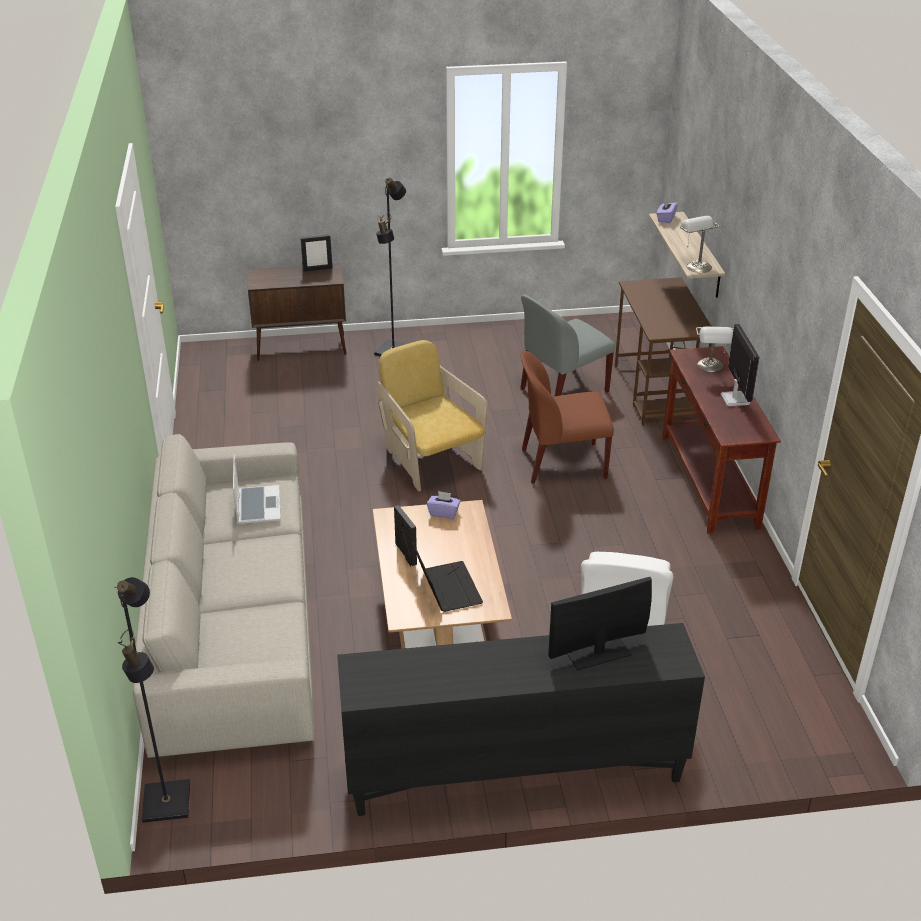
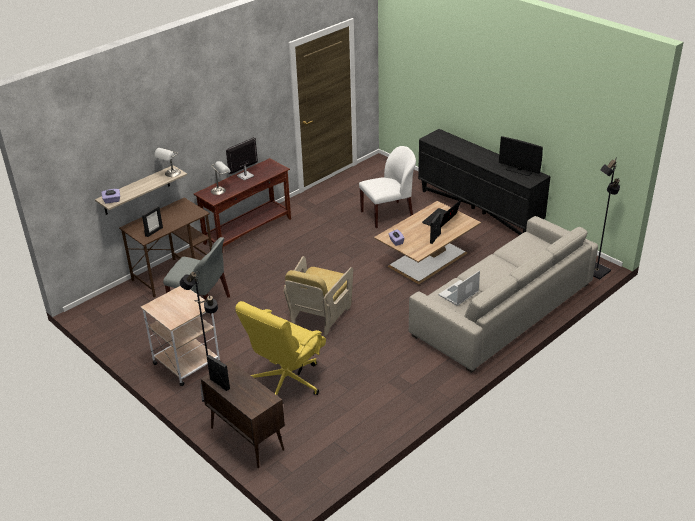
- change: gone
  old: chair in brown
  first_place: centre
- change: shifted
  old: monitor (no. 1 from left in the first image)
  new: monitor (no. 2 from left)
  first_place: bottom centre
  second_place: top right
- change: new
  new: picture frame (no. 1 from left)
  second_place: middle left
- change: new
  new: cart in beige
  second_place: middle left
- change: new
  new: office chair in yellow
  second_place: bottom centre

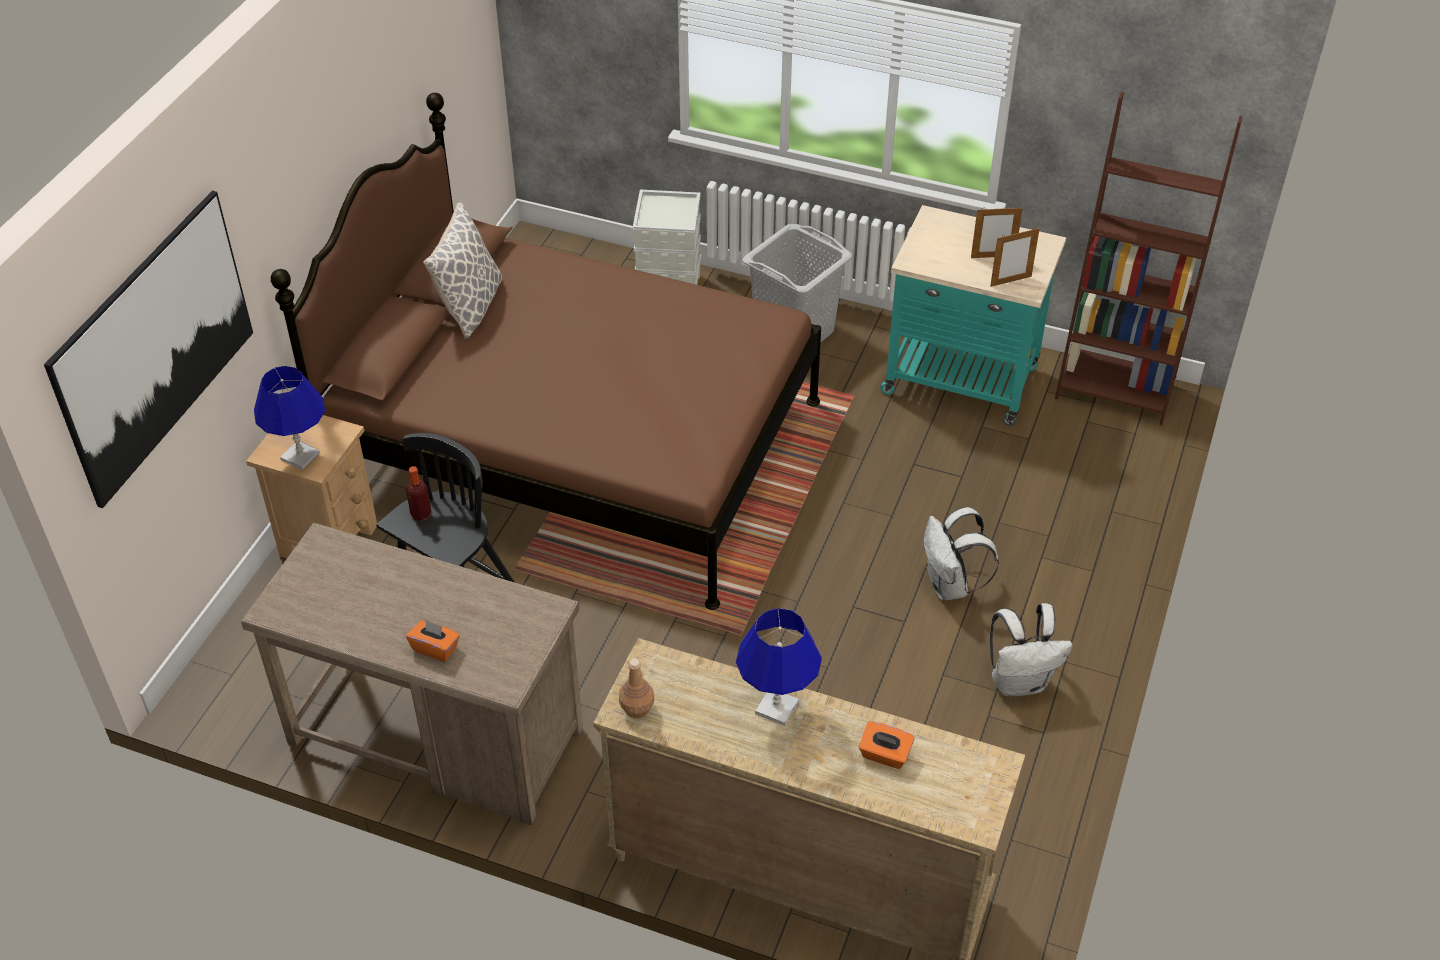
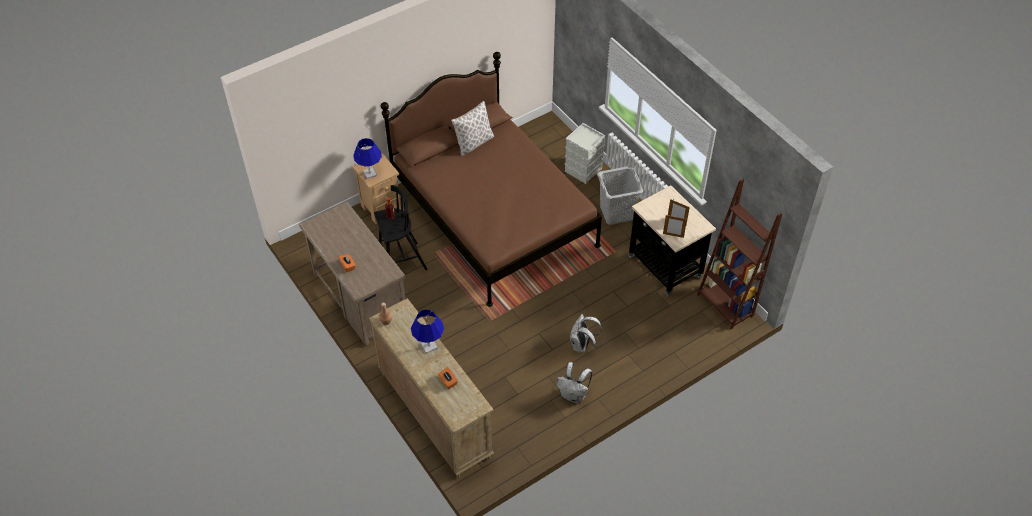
- change: gone
  old: picture
  first_place: middle left
- change: repainted
  old: cart in turquoise
  new: cart in black
  first_place: top right
  second_place: centre

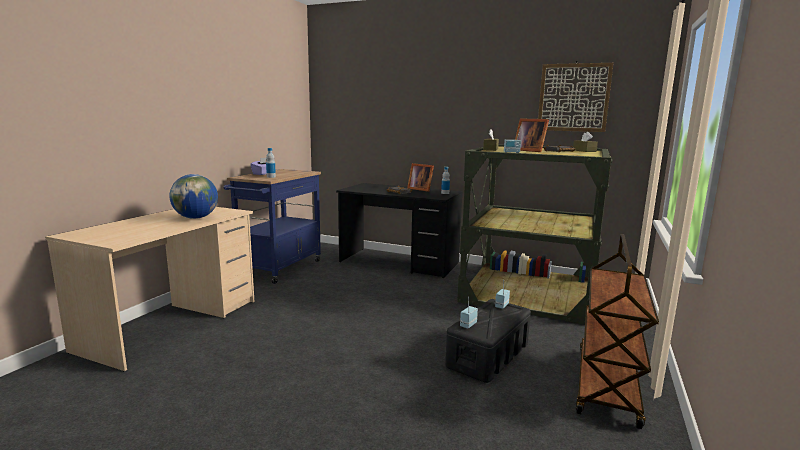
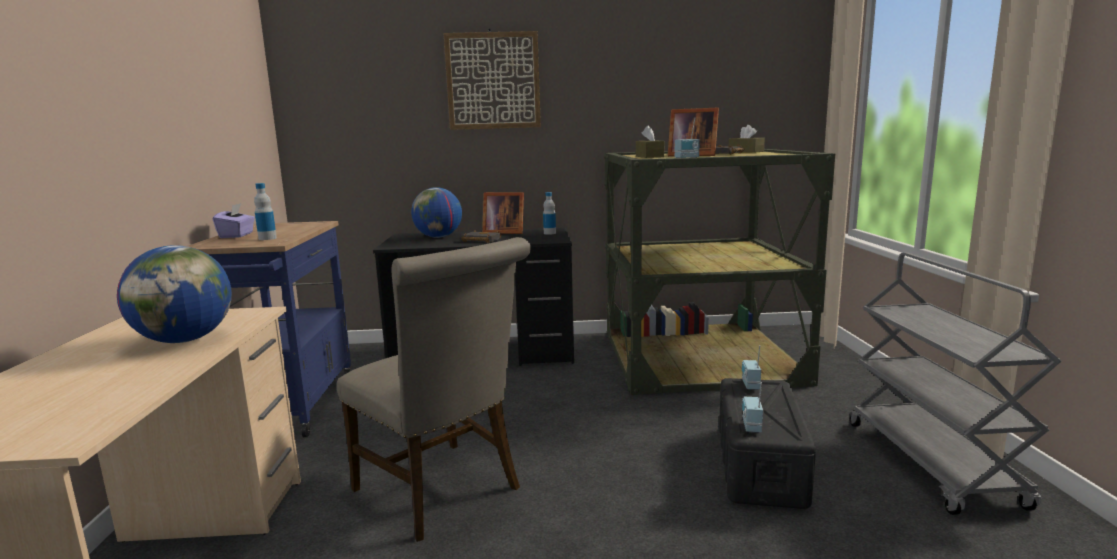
- change: shifted
  old: picture
  first_place: top right
  second_place: top centre
- change: repainted
  old: cart in brown
  new: cart in grey
  first_place: bottom right
  second_place: bottom right
- change: new
  new: globe (no. 2 from left)
  second_place: centre
- change: new
  new: chair in beige
  second_place: bottom centre

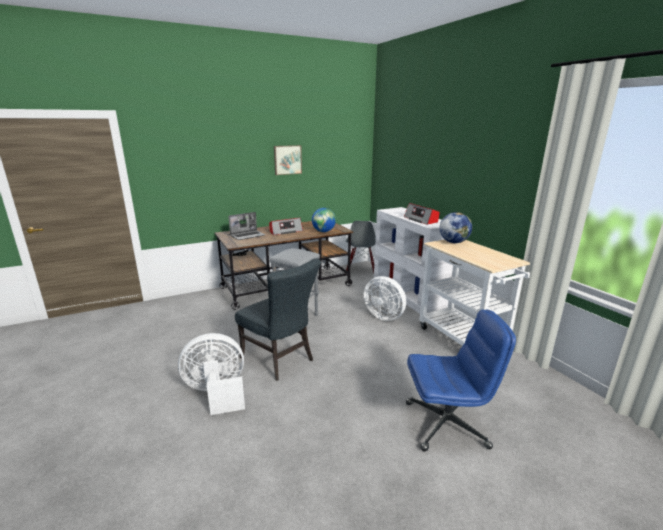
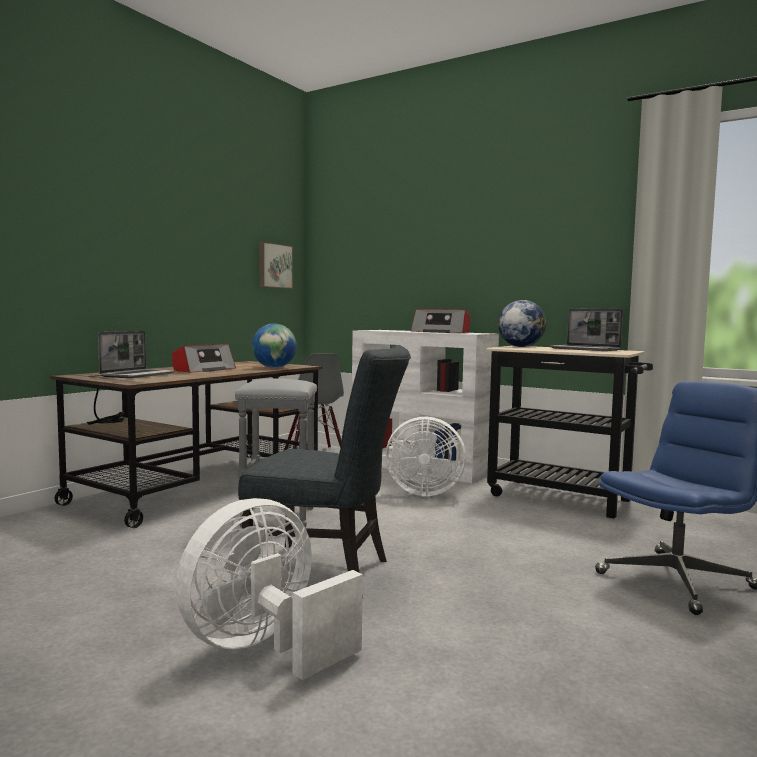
- change: shifted
  old: picture
  first_place: top centre
  second_place: centre
- change: repainted
  old: cart in white
  new: cart in black
  first_place: middle right
  second_place: middle right
- change: new
  new: laptop (no. 2 from left)
  second_place: middle right

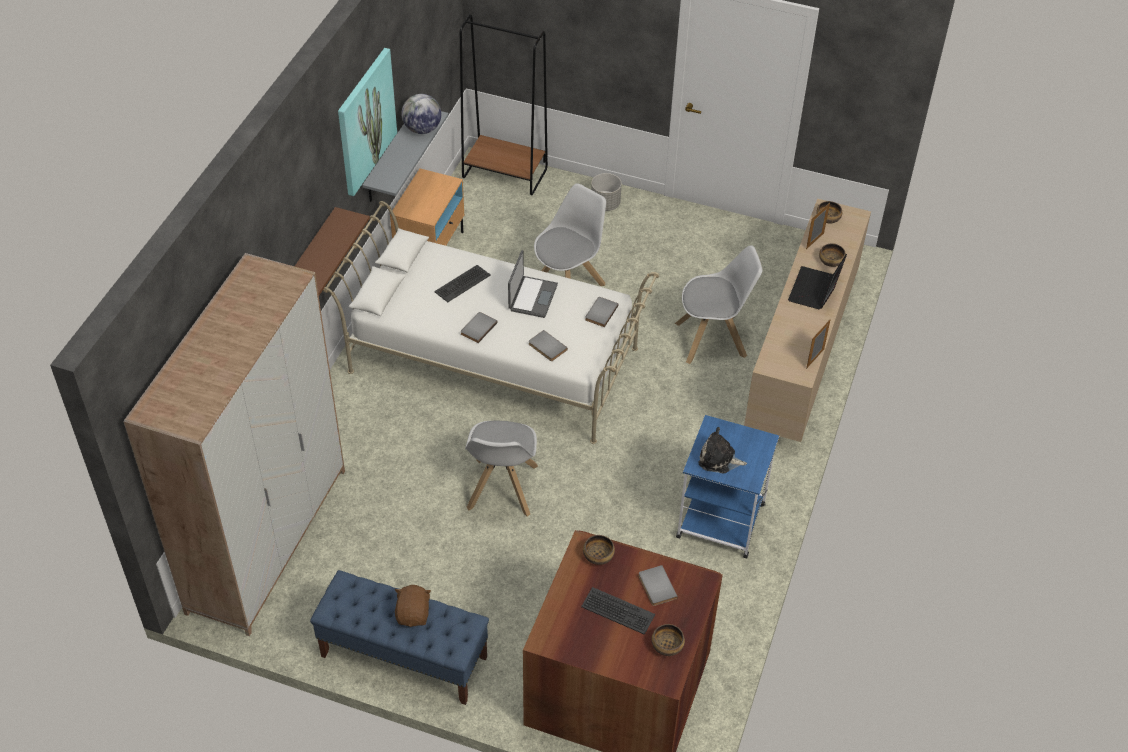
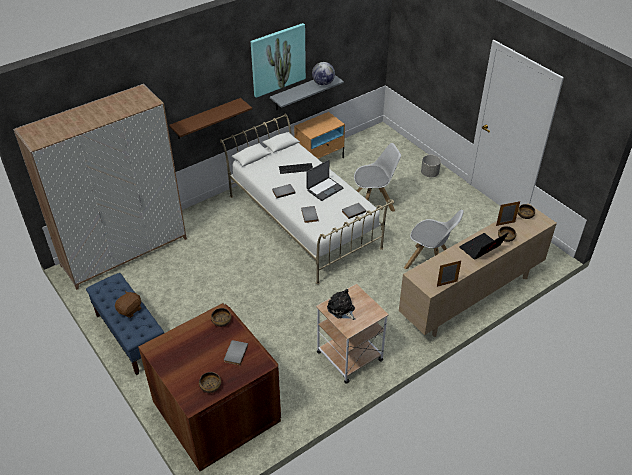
- change: gone
  old: clothes rack
  first_place: top centre
- change: repainted
  old: cart in blue
  new: cart in beige
  first_place: centre
  second_place: bottom centre
- change: gone
  old: chair (no. 1 from left)
  first_place: centre
- change: gone
  old: keyboard (no. 2 from left)
  first_place: bottom centre

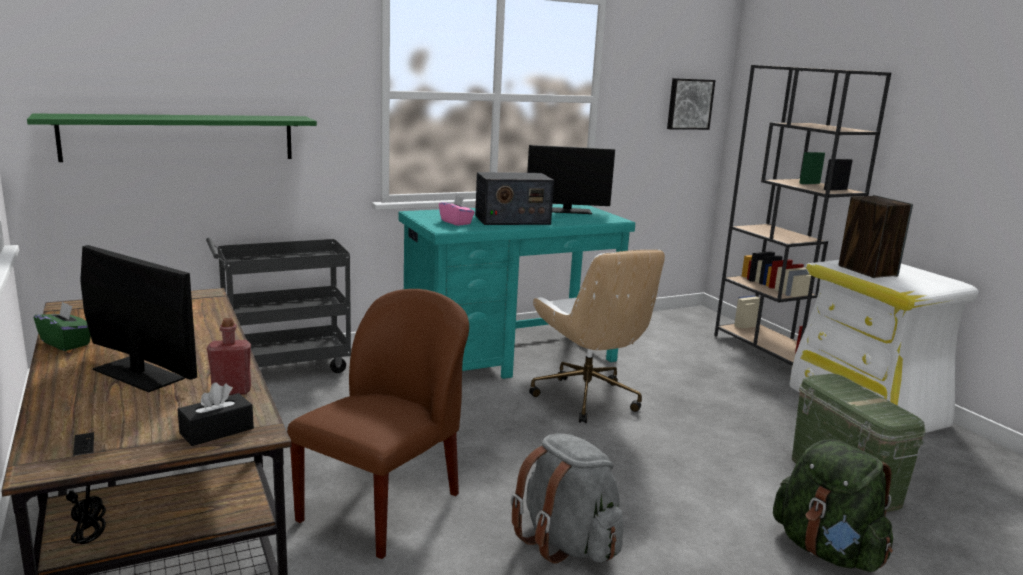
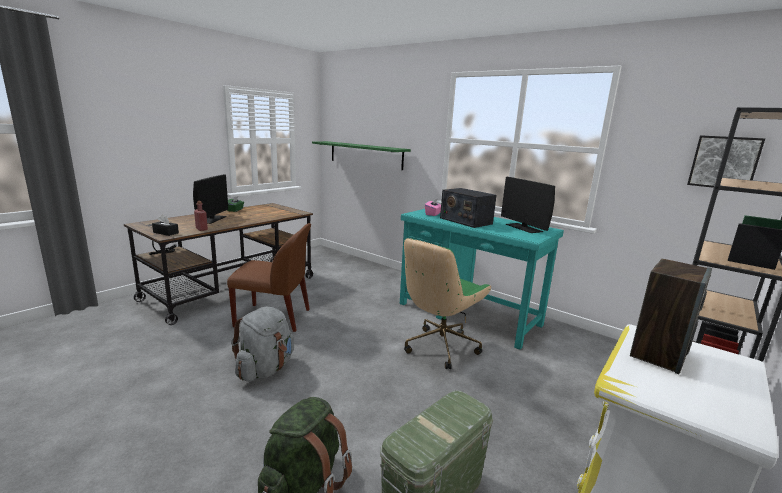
- change: gone
  old: cart in grey
  first_place: middle left
- change: repainted
  old: office chair in white
  new: office chair in green
  first_place: centre
  second_place: centre

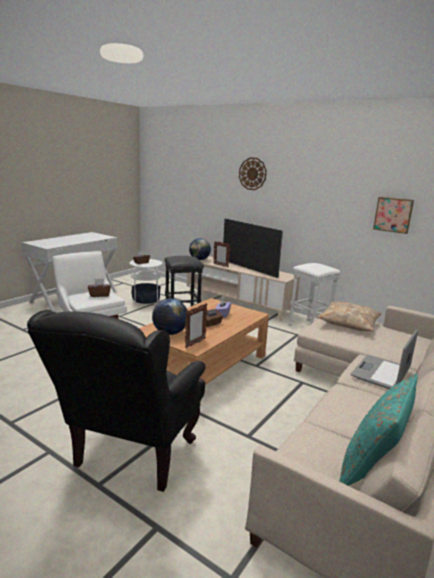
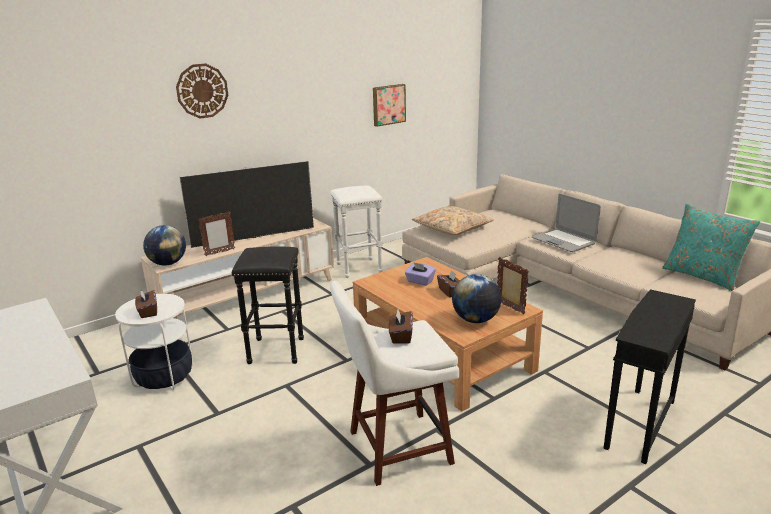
- change: swapped
  old: armchair in black
  new: side table in black
  first_place: bottom left
  second_place: bottom right

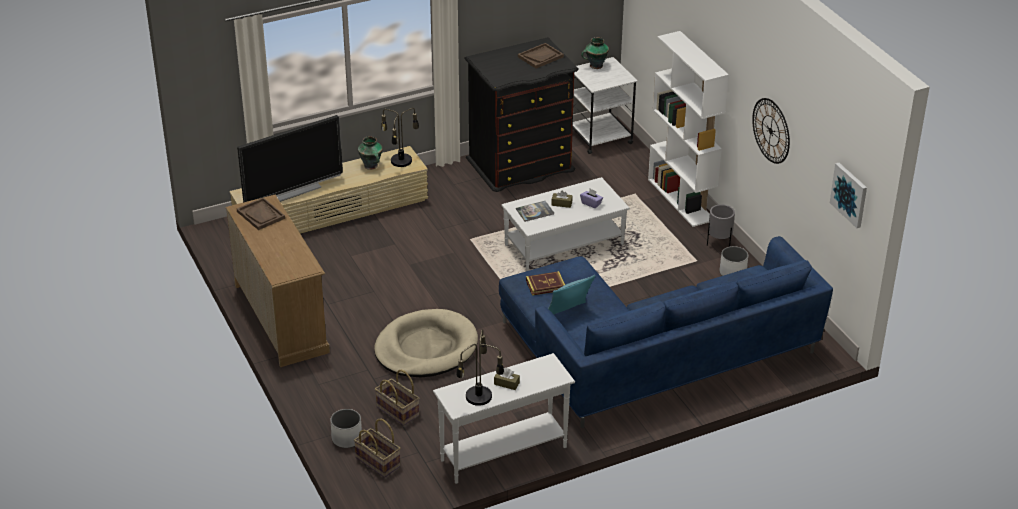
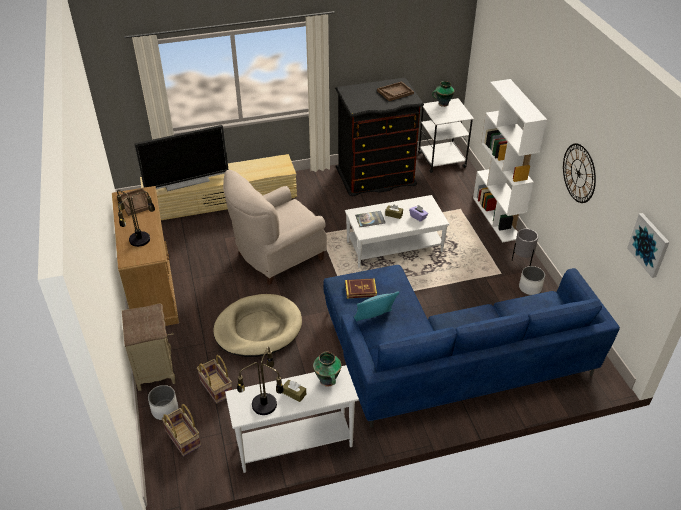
- change: shifted
  old: table lamp (no. 1 from left)
  first_place: top centre
  second_place: middle left
- change: shifted
  old: vase (no. 1 from left)
  first_place: top centre
  second_place: bottom centre
- change: new
  new: armchair in beige
  second_place: centre
- change: new
  new: nightstand in beige
  second_place: bottom left

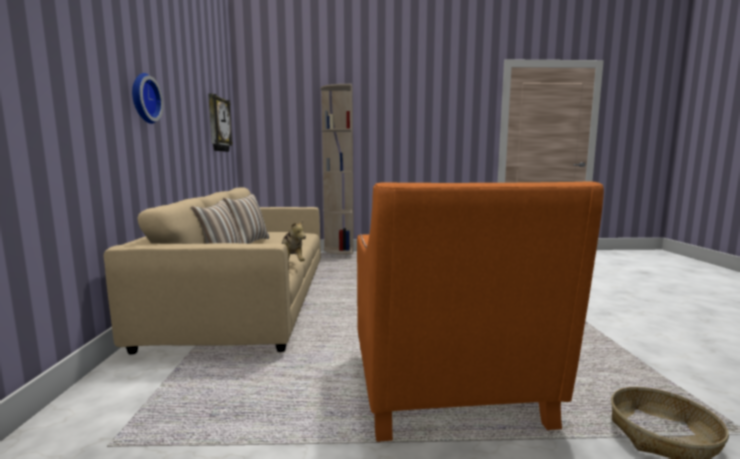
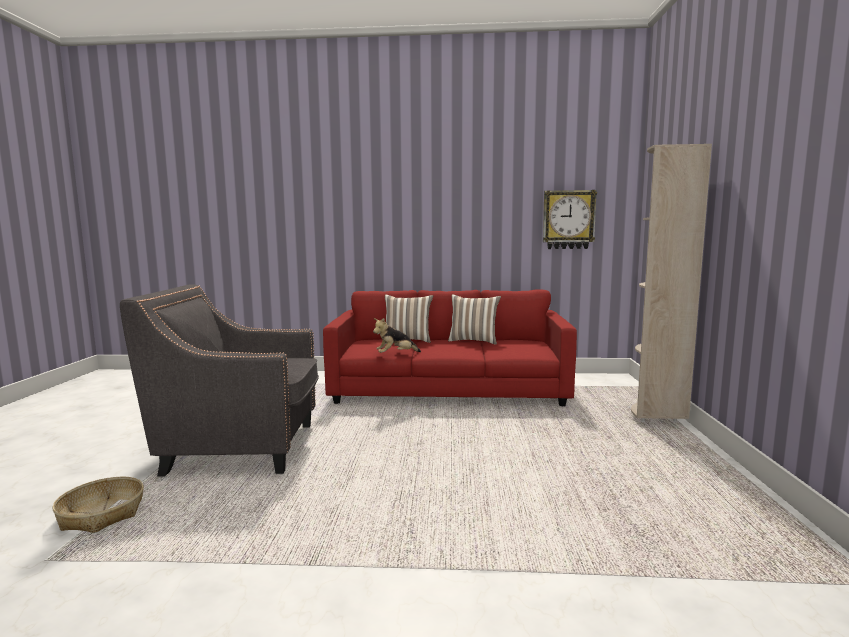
- change: gone
  old: wall clock (no. 1 from left)
  first_place: top left
- change: repainted
  old: armchair in orange
  new: armchair in grey
  first_place: bottom centre
  second_place: middle left
- change: repainted
  old: sofa in beige
  new: sofa in red
  first_place: middle left
  second_place: centre

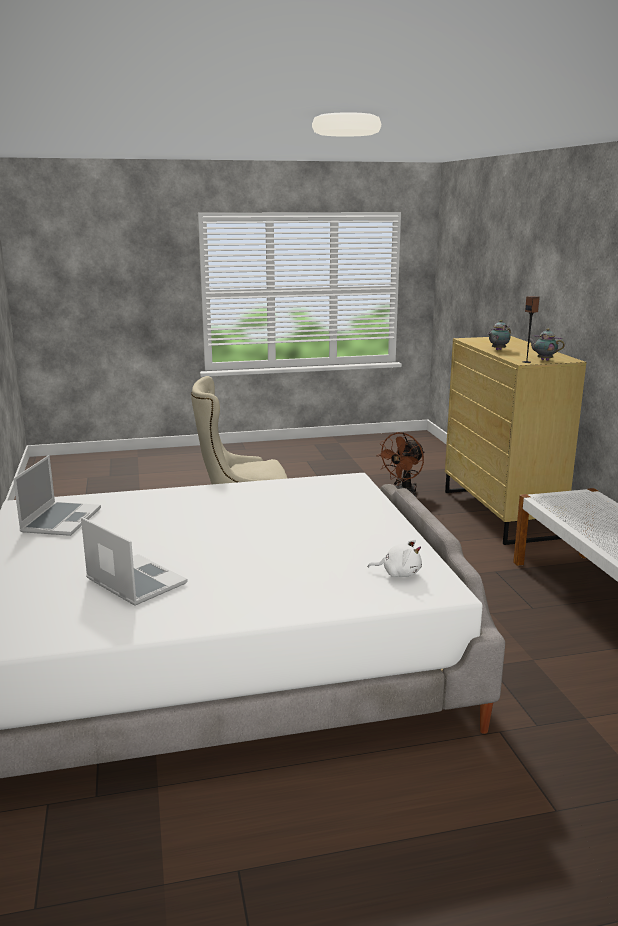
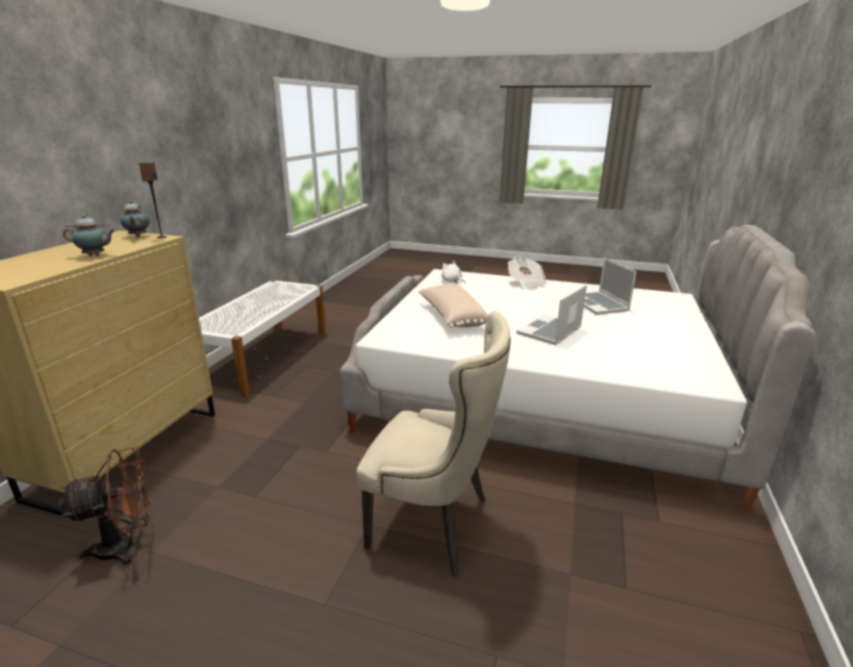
- change: shifted
  old: laptop (no. 1 from left)
  first_place: middle left
  second_place: centre
- change: new
  new: newspaper
  second_place: centre
- change: new
  new: pillow in beige
  second_place: centre

